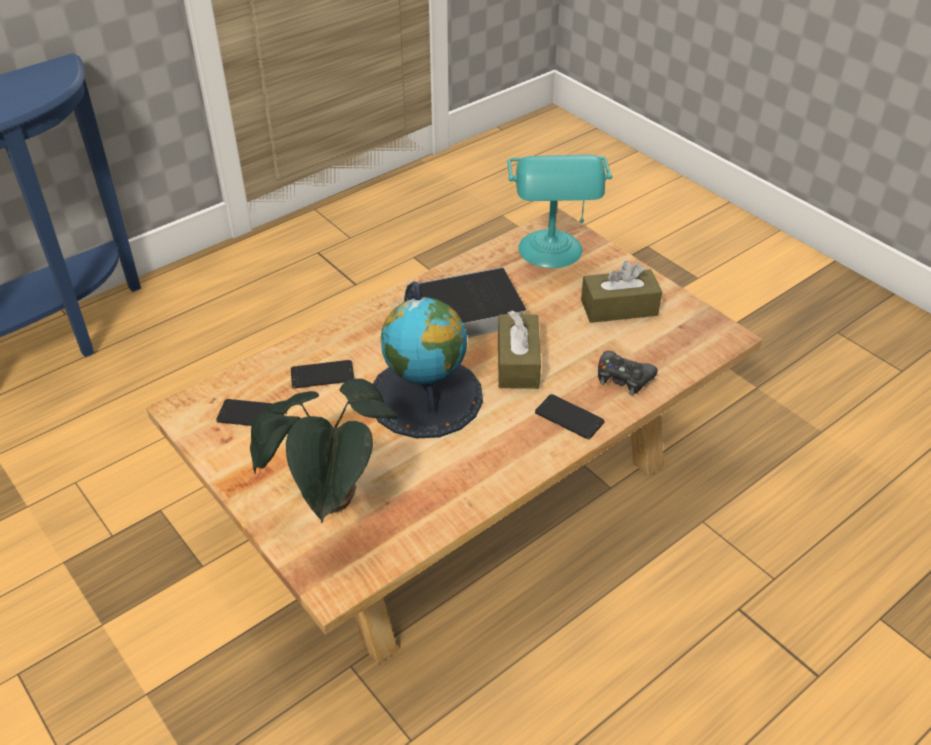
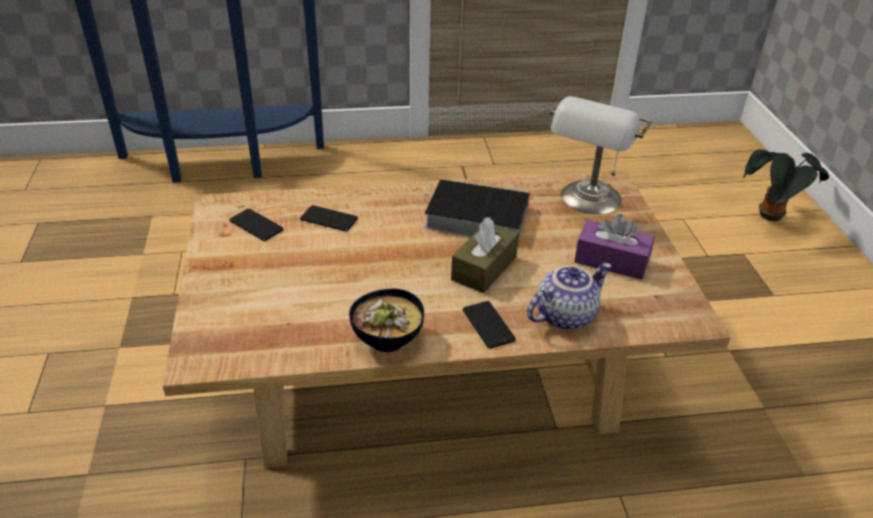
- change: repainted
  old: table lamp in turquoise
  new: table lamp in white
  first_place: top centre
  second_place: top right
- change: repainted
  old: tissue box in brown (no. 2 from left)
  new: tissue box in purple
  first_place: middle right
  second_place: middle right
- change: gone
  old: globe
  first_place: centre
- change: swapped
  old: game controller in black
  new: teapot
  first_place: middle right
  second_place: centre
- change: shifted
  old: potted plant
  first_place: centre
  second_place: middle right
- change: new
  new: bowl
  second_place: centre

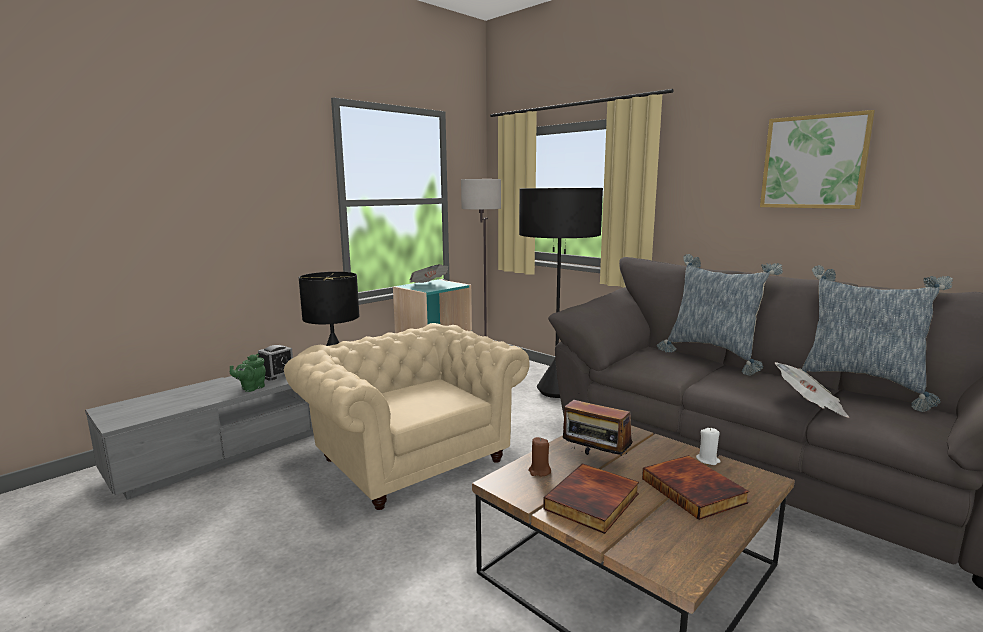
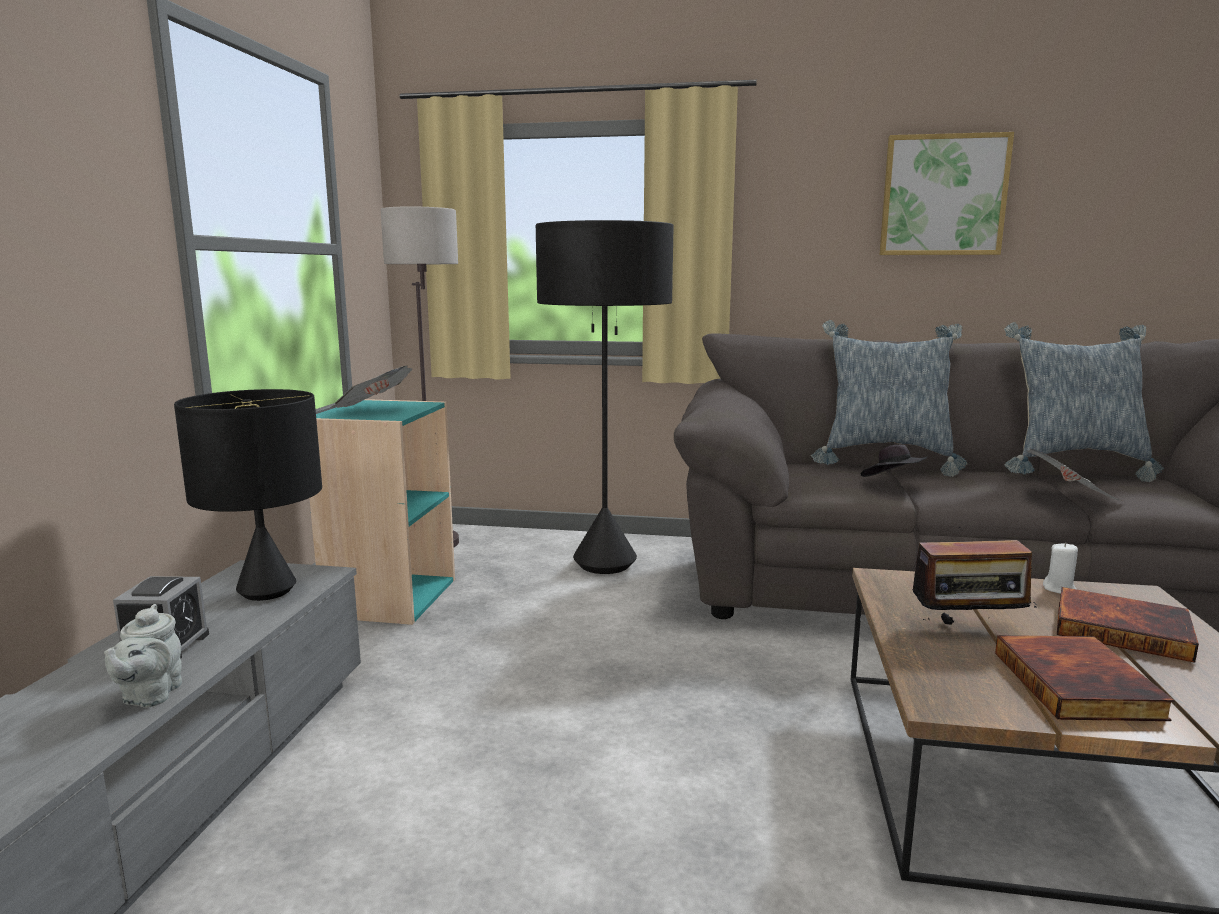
- change: gone
  old: armchair in beige
  first_place: centre
- change: repainted
  old: teapot in green
  new: teapot in grey
  first_place: middle left
  second_place: bottom left
- change: gone
  old: candle in brown
  first_place: bottom centre
- change: new
  new: hat in black
  second_place: middle right

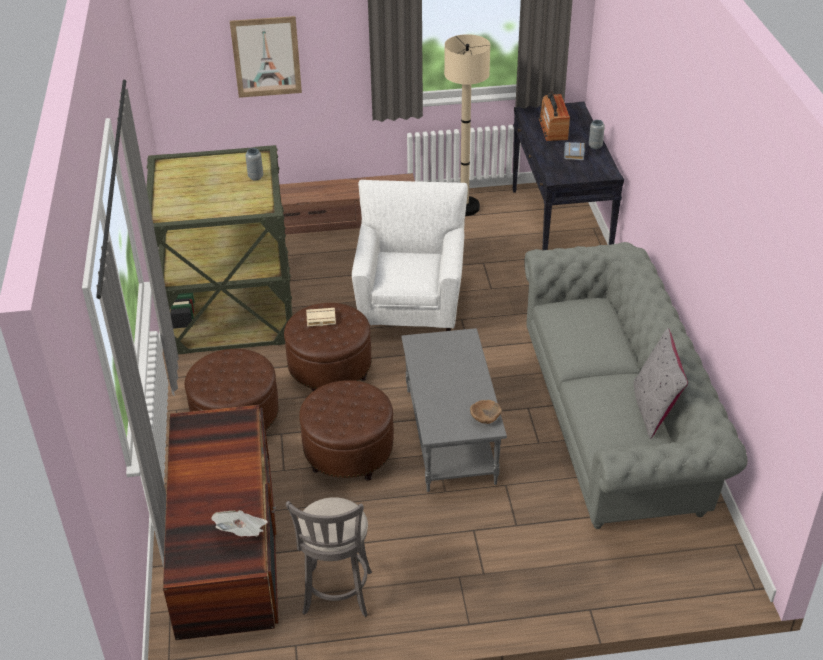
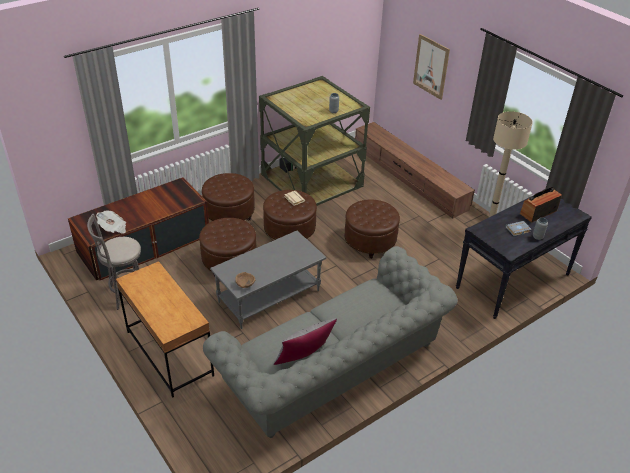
- change: swapped
  old: armchair in white
  new: ottoman in brown (no. 4 from left)
  first_place: centre
  second_place: centre
- change: new
  new: desk in brown
  second_place: bottom left

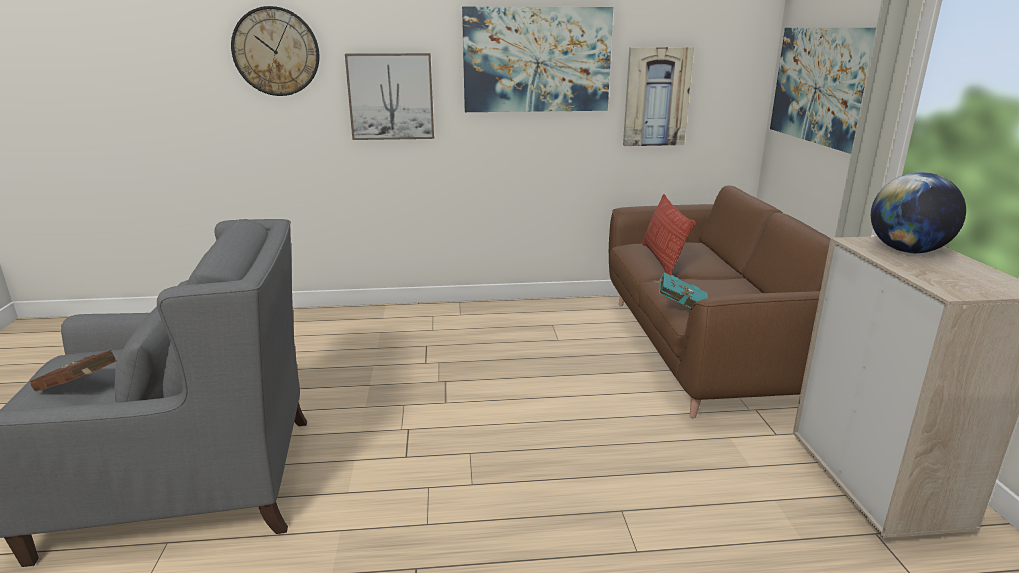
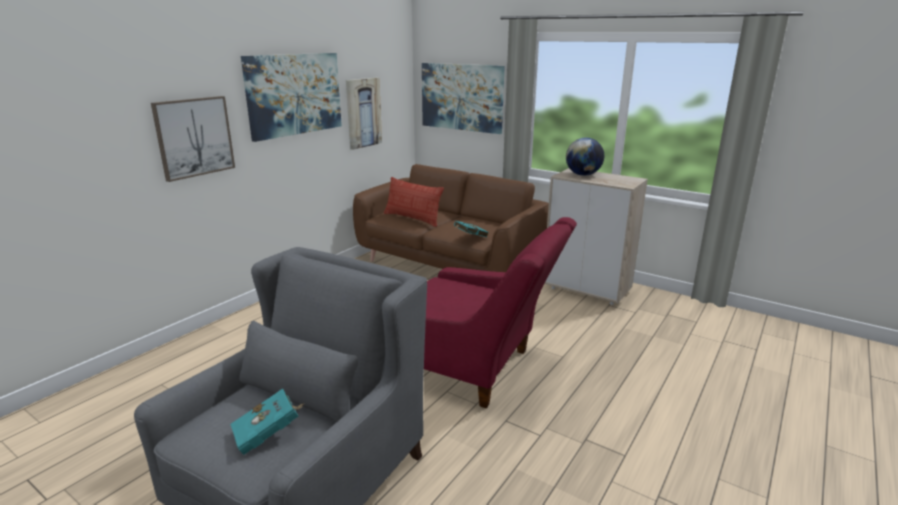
- change: gone
  old: wall clock
  first_place: top left
- change: repainted
  old: book in brown
  new: book in turquoise (no. 1 from left)
  first_place: middle left
  second_place: bottom left
- change: new
  new: armchair in red
  second_place: centre

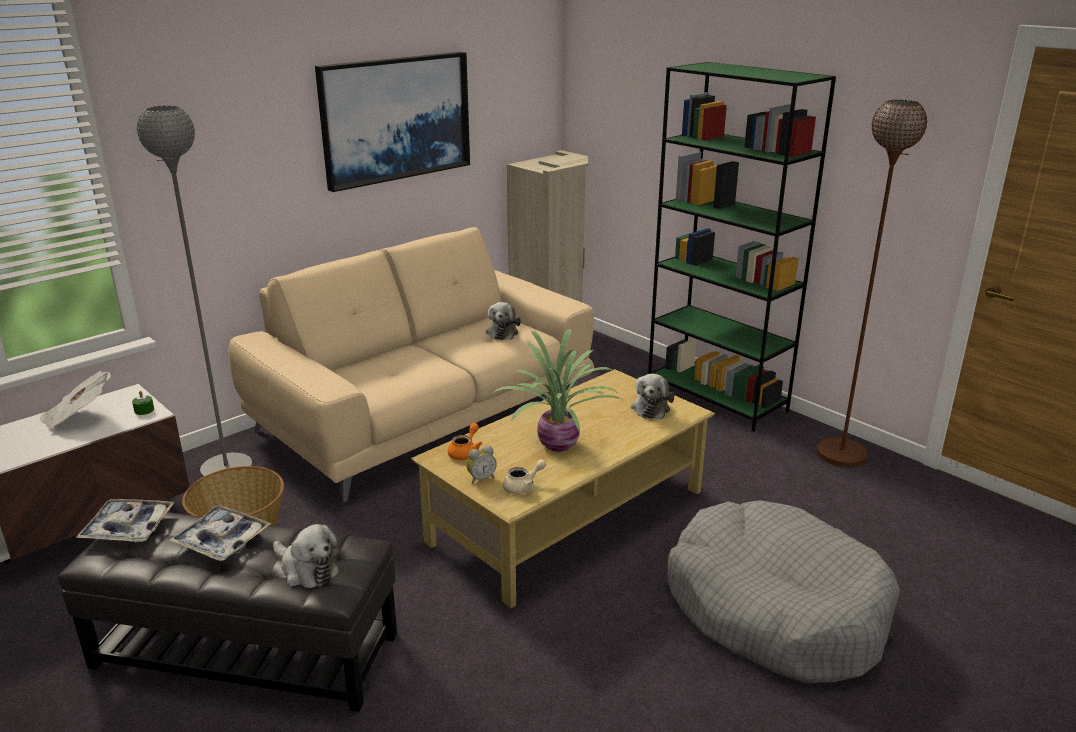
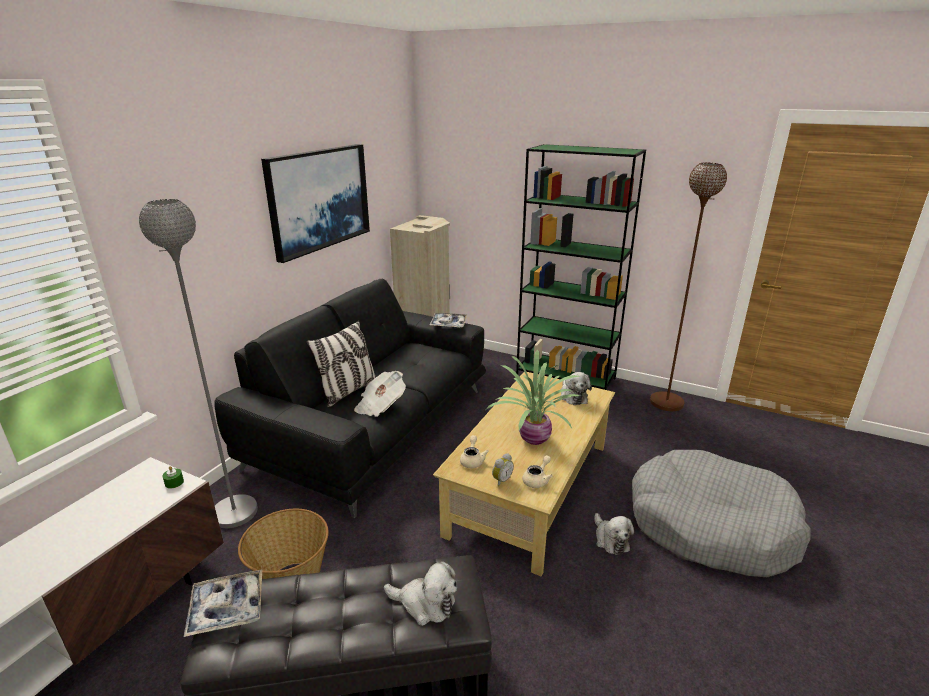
- change: repainted
  old: sofa in beige
  new: sofa in black
  first_place: centre
  second_place: centre
- change: shifted
  old: plush toy (no. 2 from left in the first image)
  new: plush toy (no. 3 from left)
  first_place: centre
  second_place: bottom centre
- change: shifted
  old: newspaper
  first_place: middle left
  second_place: centre
- change: repainted
  old: teapot in orange
  new: teapot in beige (no. 1 from left)
  first_place: centre
  second_place: centre
- change: shifted
  old: tray (no. 2 from left)
  first_place: bottom left
  second_place: centre
- change: new
  new: pillow
  second_place: centre

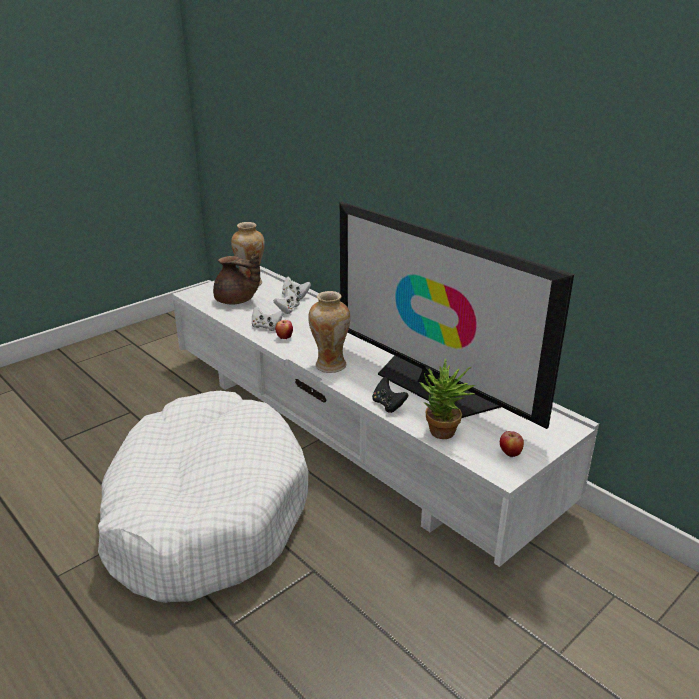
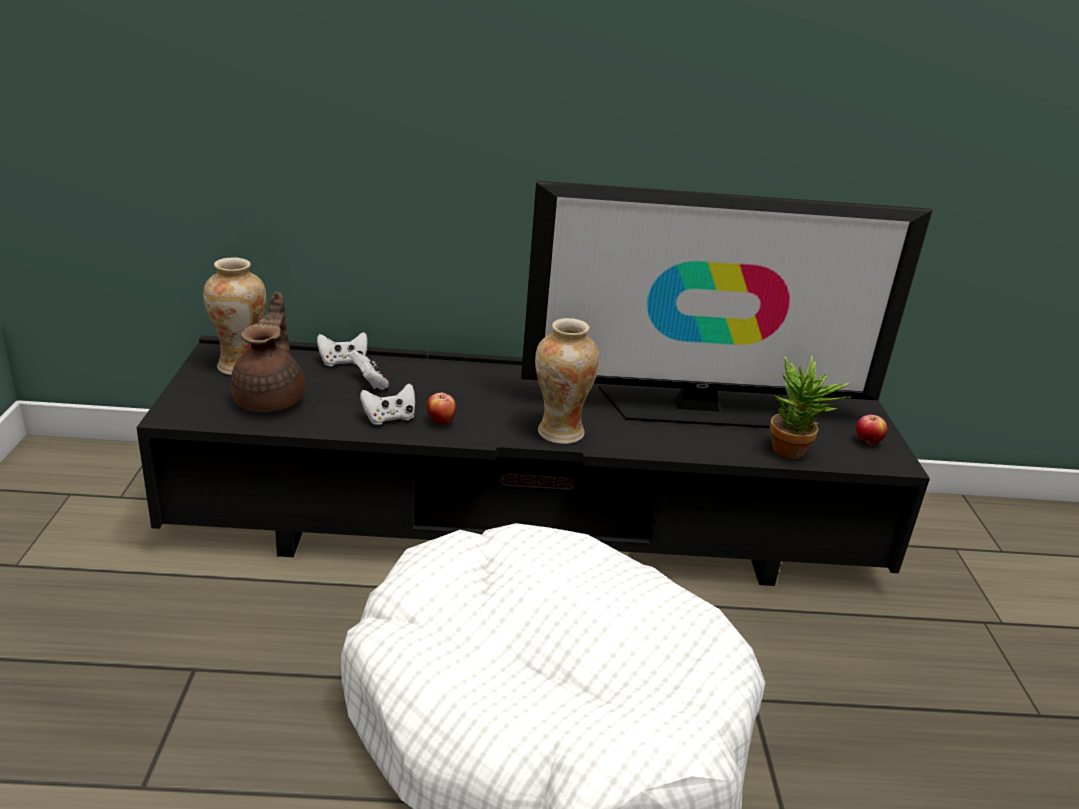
- change: rotated
  old: teapot in brown
  first_place: centre
  second_place: middle left
  degrees: -60
- change: repainted
  old: tv stand in white
  new: tv stand in black
  first_place: centre
  second_place: centre
- change: gone
  old: game controller in black
  first_place: centre

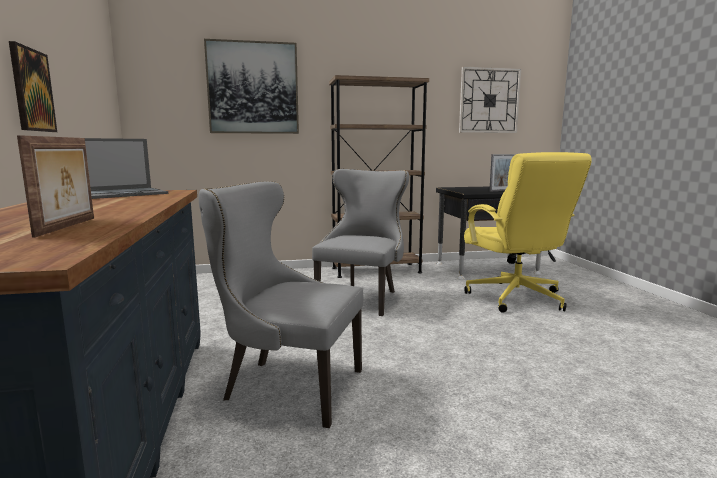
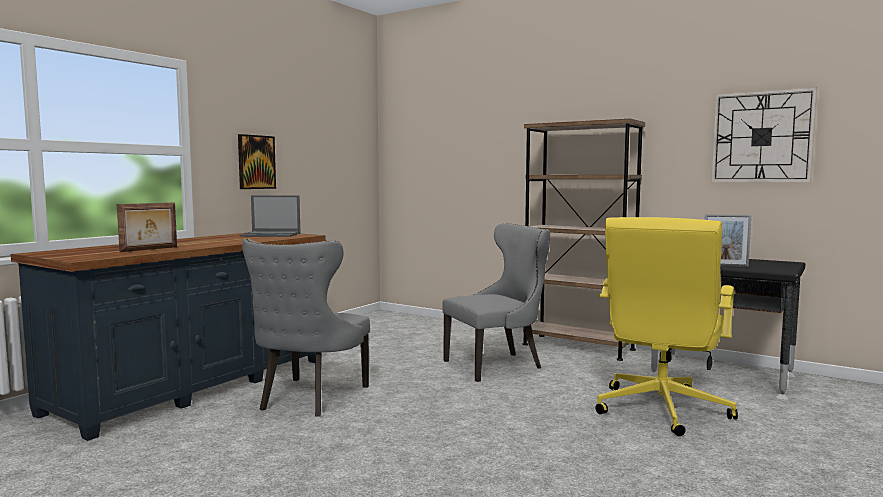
- change: gone
  old: picture (no. 2 from left)
  first_place: top centre
- change: rotated
  old: chair in grey (no. 1 from left)
  first_place: centre
  second_place: centre
  degrees: -135

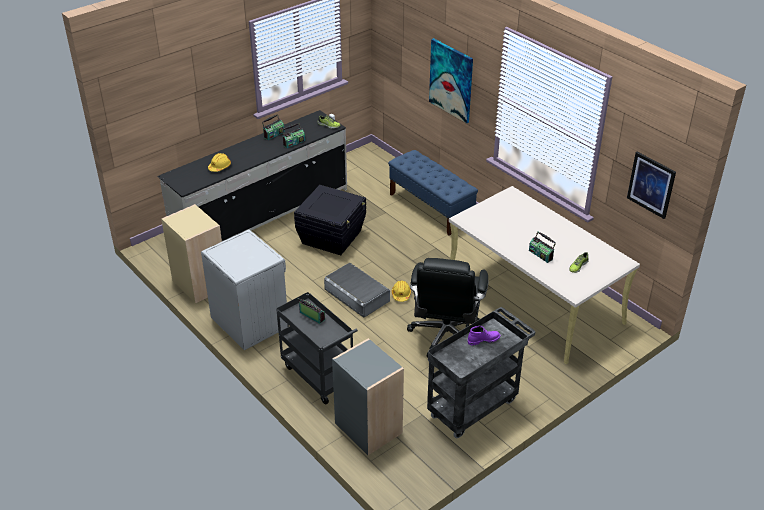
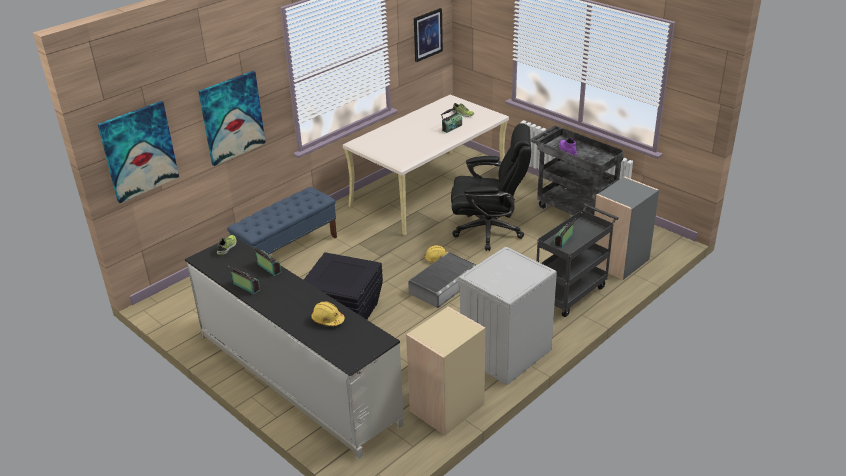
- change: new
  new: picture (no. 1 from left)
  second_place: top left

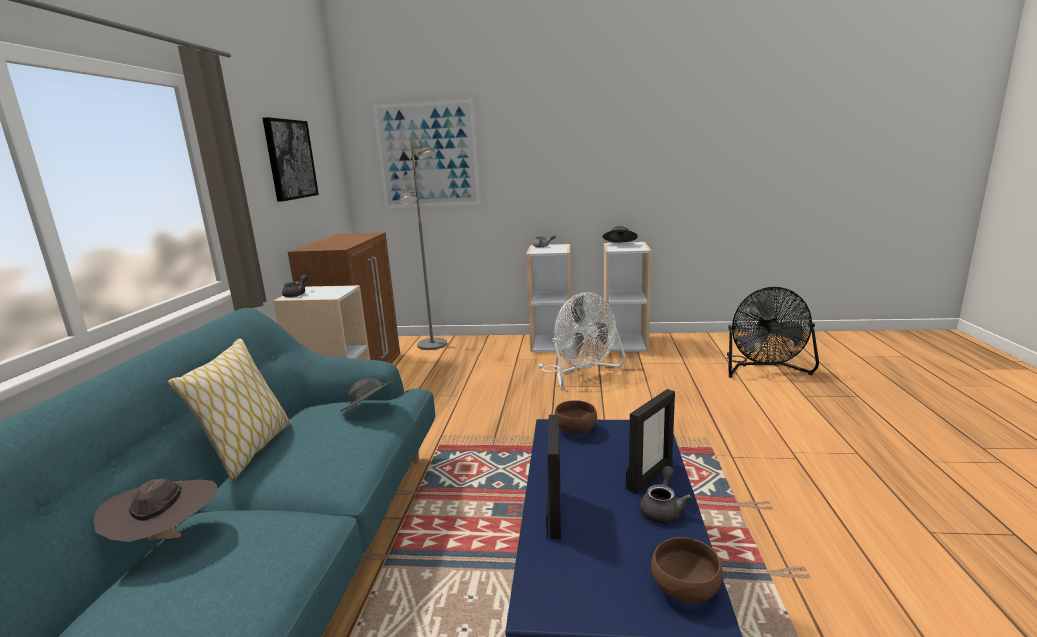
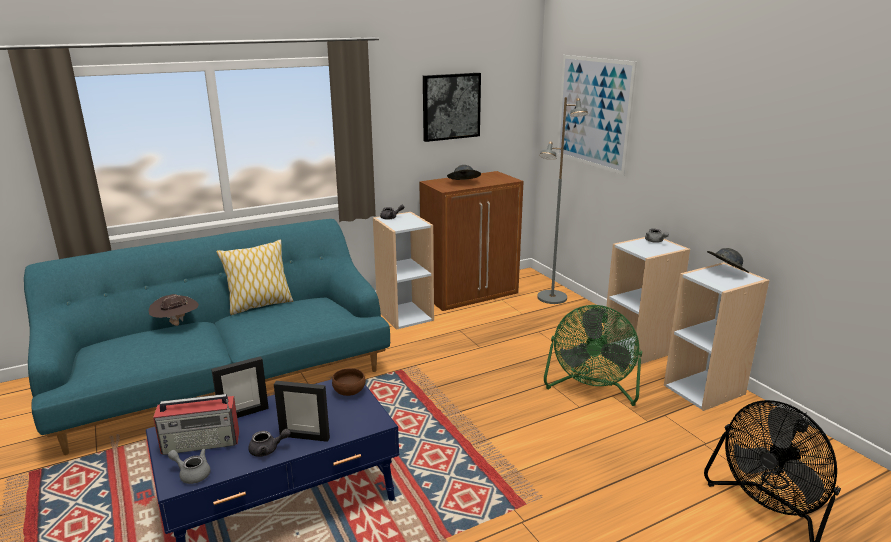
- change: repainted
  old: fan in white
  new: fan in green
  first_place: centre
  second_place: centre
- change: shifted
  old: hat in grey (no. 1 from left)
  first_place: centre
  second_place: top centre
- change: swapped
  old: bowl in brown (no. 2 from left)
  new: teapot in grey (no. 1 from left)
  first_place: bottom centre
  second_place: bottom left
- change: new
  new: radio
  second_place: bottom left

